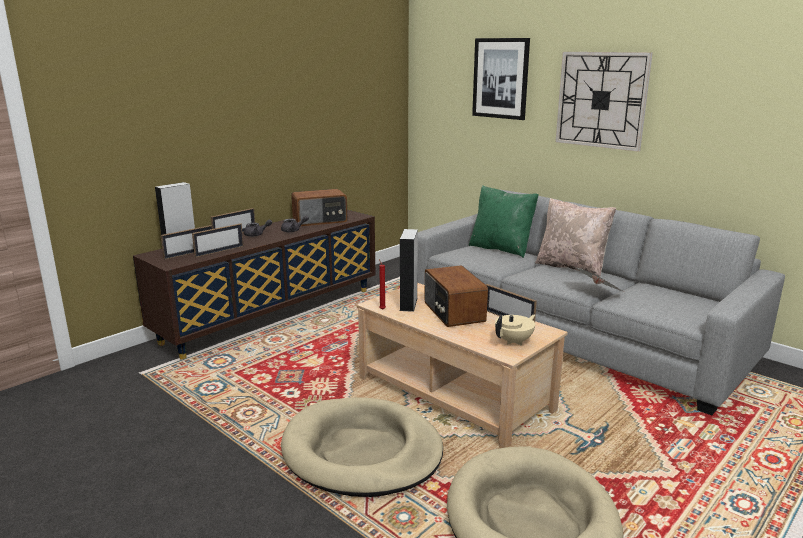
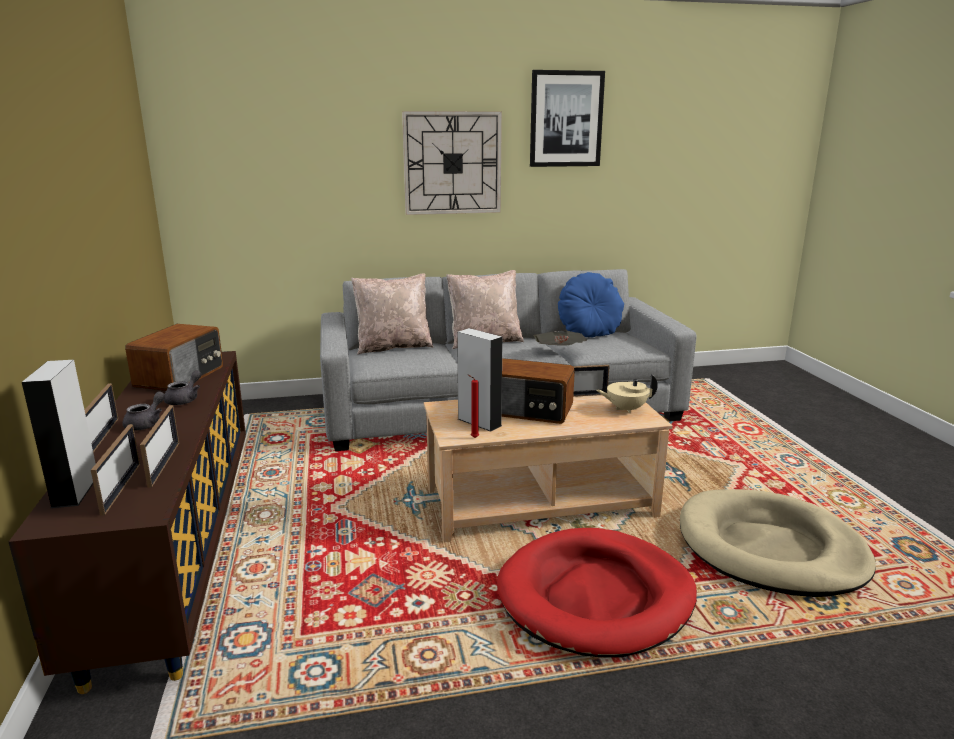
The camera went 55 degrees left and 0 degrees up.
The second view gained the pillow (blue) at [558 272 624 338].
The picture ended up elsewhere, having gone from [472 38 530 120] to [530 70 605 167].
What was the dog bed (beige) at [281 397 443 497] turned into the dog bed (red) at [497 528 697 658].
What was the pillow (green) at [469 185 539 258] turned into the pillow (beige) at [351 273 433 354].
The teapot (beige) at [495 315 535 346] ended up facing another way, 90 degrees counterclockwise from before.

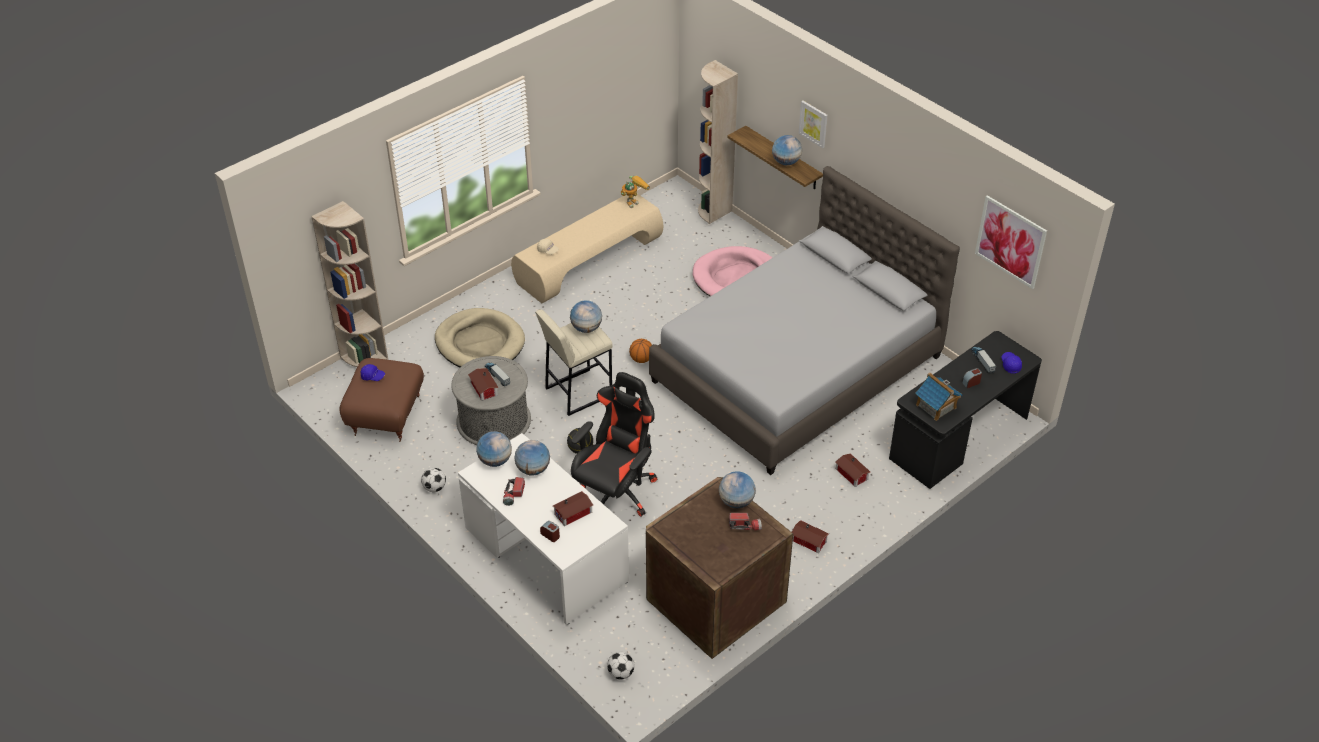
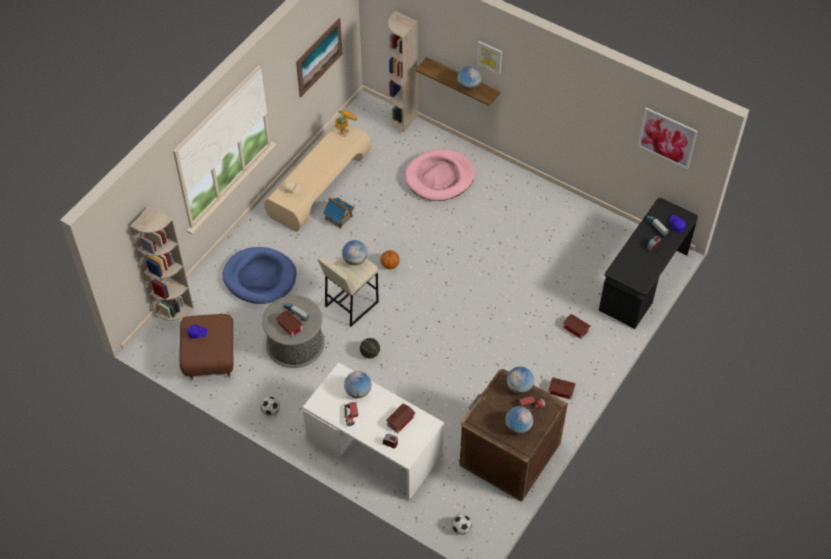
The camera went 15 degrees left and 10 degrees up.
The second view lost the office chair (black) at [571 372 657 517].
The second view lost the bed (grey) at [649 166 960 475].
The second view gained the picture at [296 18 343 97].
The globe ended up elsewhere, having gone from [476 431 512 467] to [505 406 533 434].
The toy house ended up elsewhere, having gone from [915 373 963 421] to [323 197 355 229].
What was the dog bed (beige) at [435 308 525 367] turned into the dog bed (blue) at [222 247 296 304].

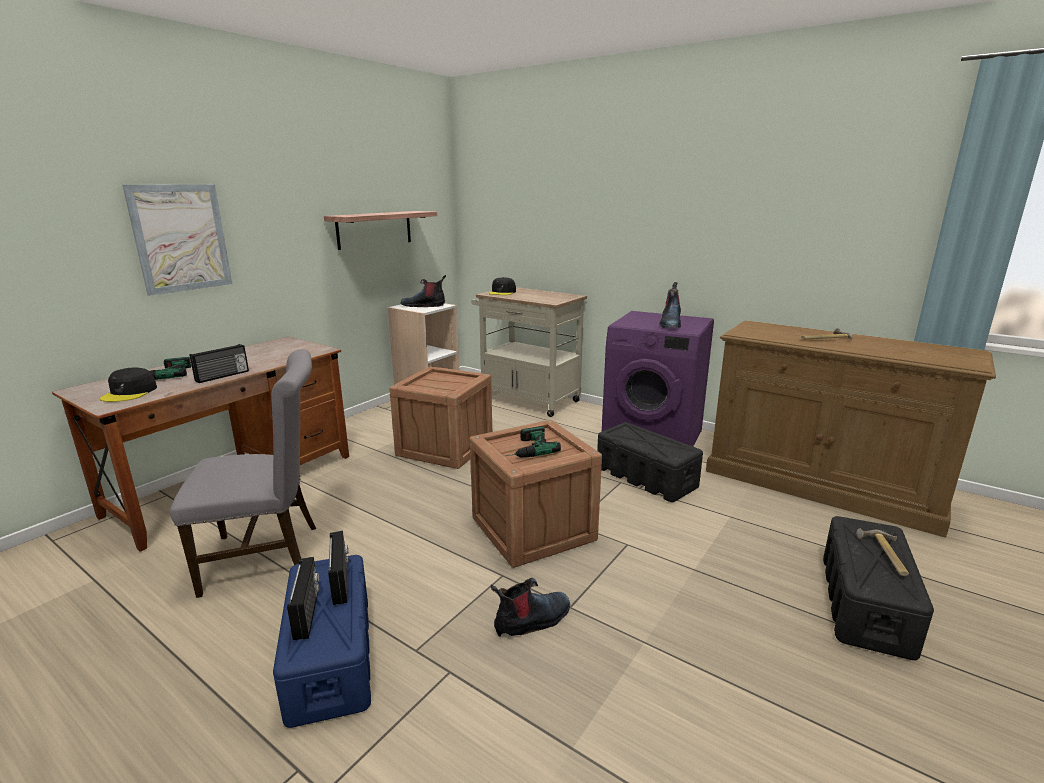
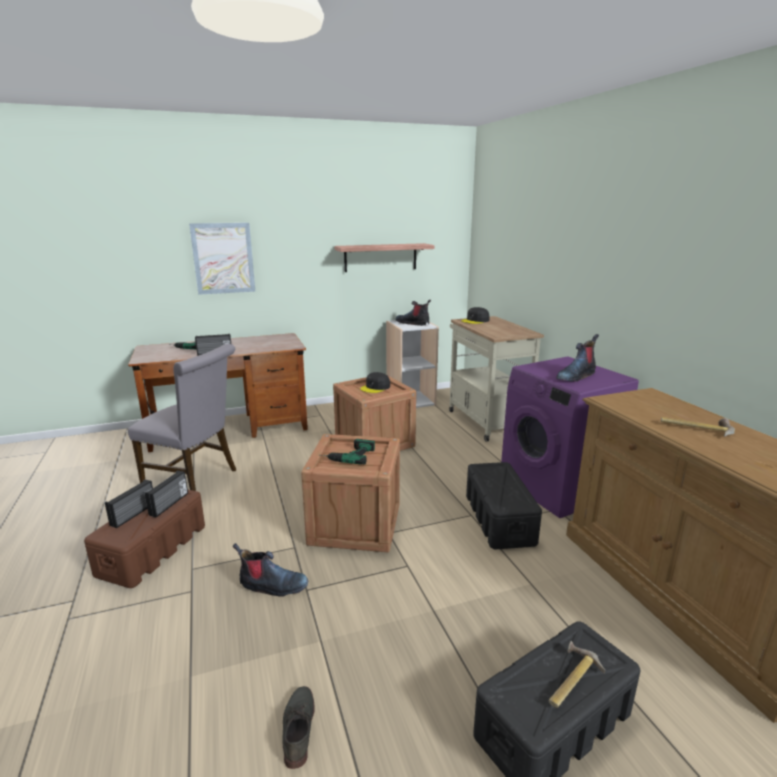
The camera went 35 degrees right and 0 degrees up.
The second view gained the shoe (grey) at [282 686 315 769].
The cap (black) ended up elsewhere, having gone from [100 368 157 402] to [360 372 390 393].
What was the storage box (blue) at [273 555 371 728] turned into the storage box (brown) at [84 490 205 588].

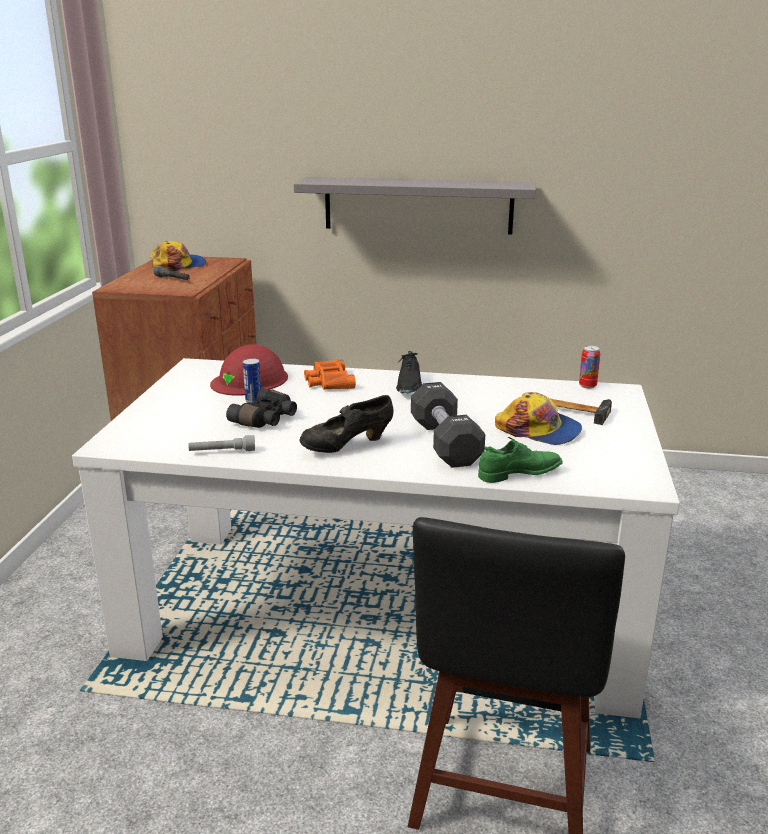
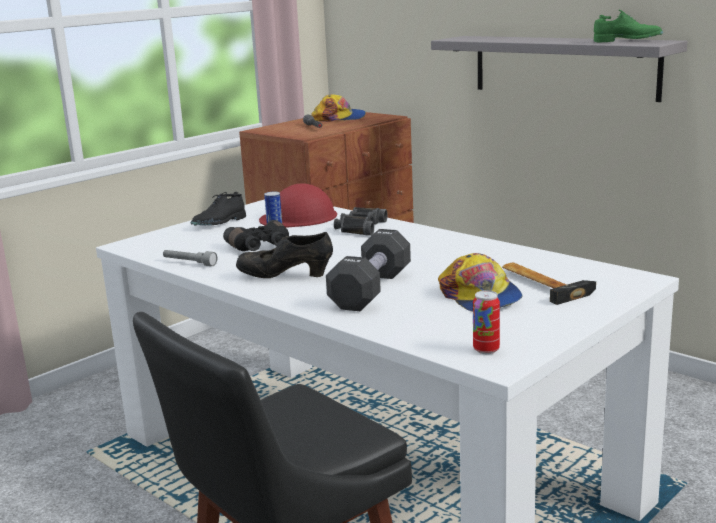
The camera went 35 degrees right and 5 degrees down.
The shoe (black) ended up elsewhere, having gone from [396 351 422 393] to [191 192 246 225].
The shoe (green) ended up elsewhere, having gone from [478 437 563 483] to [594 10 663 42].
The can ended up elsewhere, having gone from [579 345 600 389] to [473 290 500 354].
What was the binoculars (orange) at [304 359 356 390] turned into the binoculars (black) at [334 207 388 236].

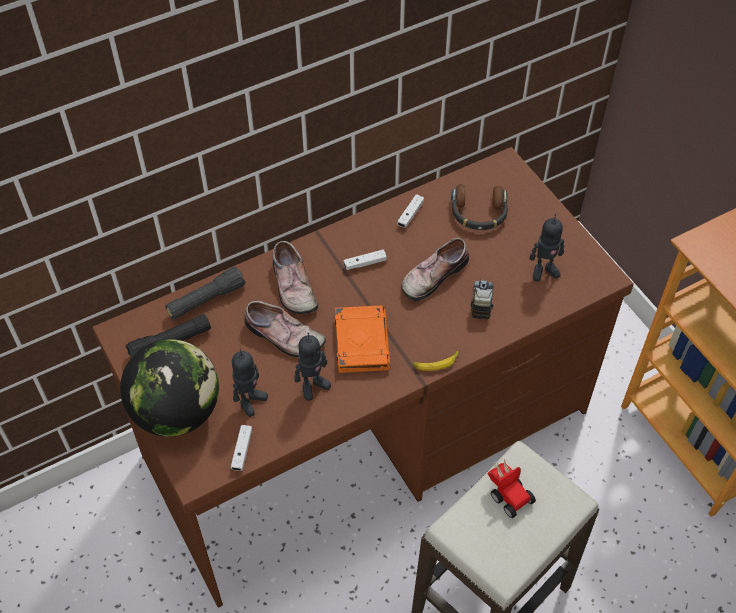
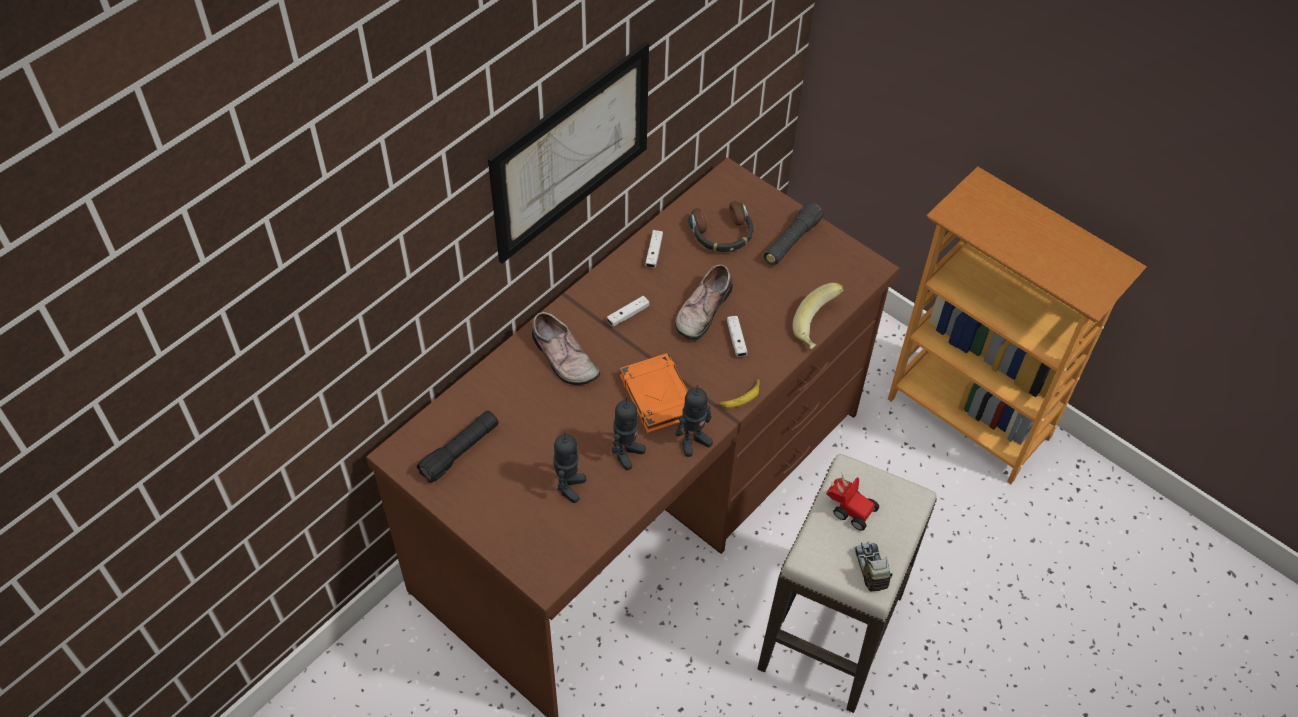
The camera went 20 degrees left and 0 degrees up.
The second view lost the globe at [120 339 219 437].
The second view lost the shoe at [244 301 326 357].
The second view gained the picture at [488 42 649 264].
The second view gained the banana at [792 283 844 349].
The flashlight (black) ended up elsewhere, having gone from [165 267 245 319] to [764 202 824 265].
The game controller (white) ended up elsewhere, having gone from [231 425 252 471] to [727 316 747 357].
The toy truck ended up elsewhere, having gone from [471 279 493 319] to [855 542 893 591].
The toy robot ended up elsewhere, having gone from [529 214 564 282] to [676 385 713 457].

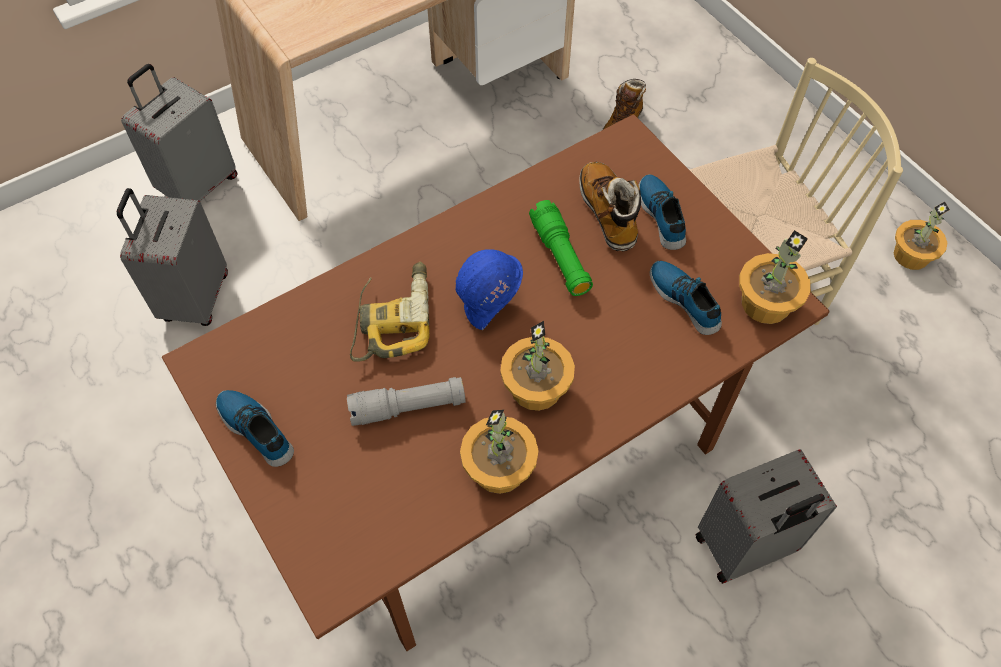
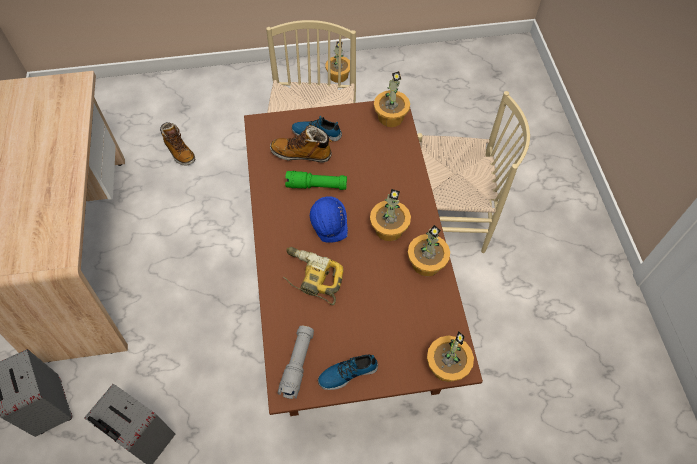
The camera went 65 degrees left and 0 degrees up.
The second view lost the shoe at [650 261 722 335].
The second view gained the potted plant at [427 331 474 382].
The flashlight (grey) ended up elsewhere, having gone from [347 377 466 426] to [277 326 314 399].
Where the suitcase (grey) stood at [696 449 837 584], the chair (beige) came to stand at [417 91 530 253].

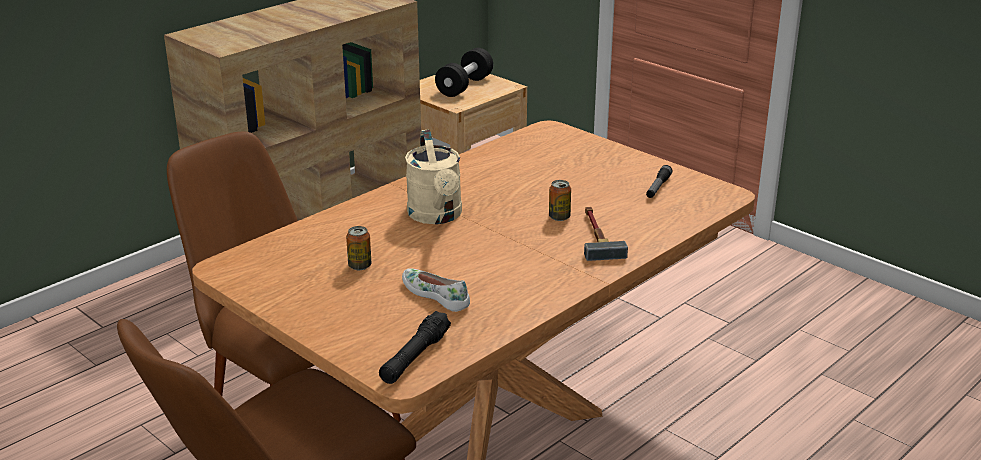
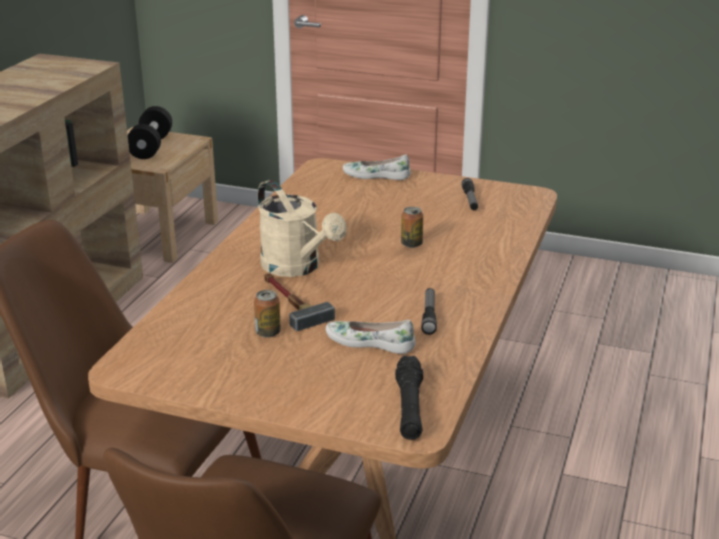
The camera went 25 degrees left and 0 degrees up.
The second view gained the shoe (white) at [343 154 411 180].
The second view gained the flashlight at [421 288 437 335].
The hammer ended up elsewhere, having gone from [584 207 628 261] to [264 273 335 331].

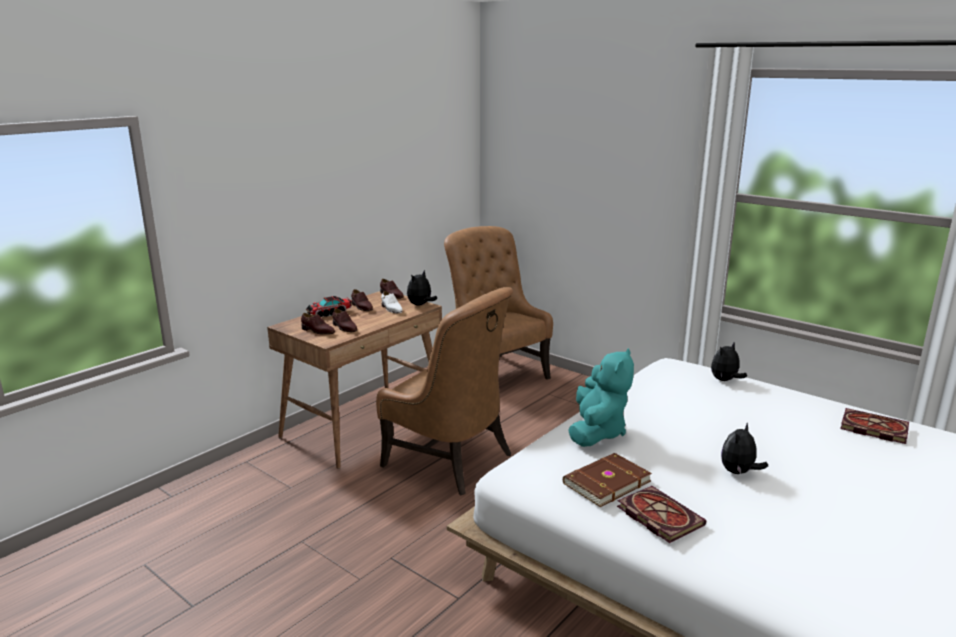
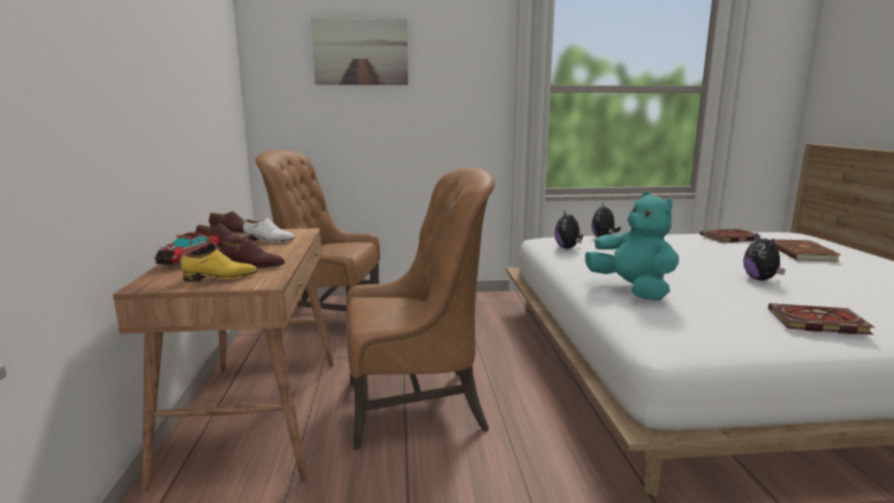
The camera went 45 degrees left and 5 degrees down.
The second view gained the picture at [311 18 408 85].
The plush toy ended up elsewhere, having gone from [407 270 437 306] to [554 211 583 249].
The book (brown) ended up elsewhere, having gone from [563 453 652 507] to [774 239 841 262].
What was the shoe (brown) at [301 313 335 335] turned into the shoe (yellow) at [181 249 257 282].

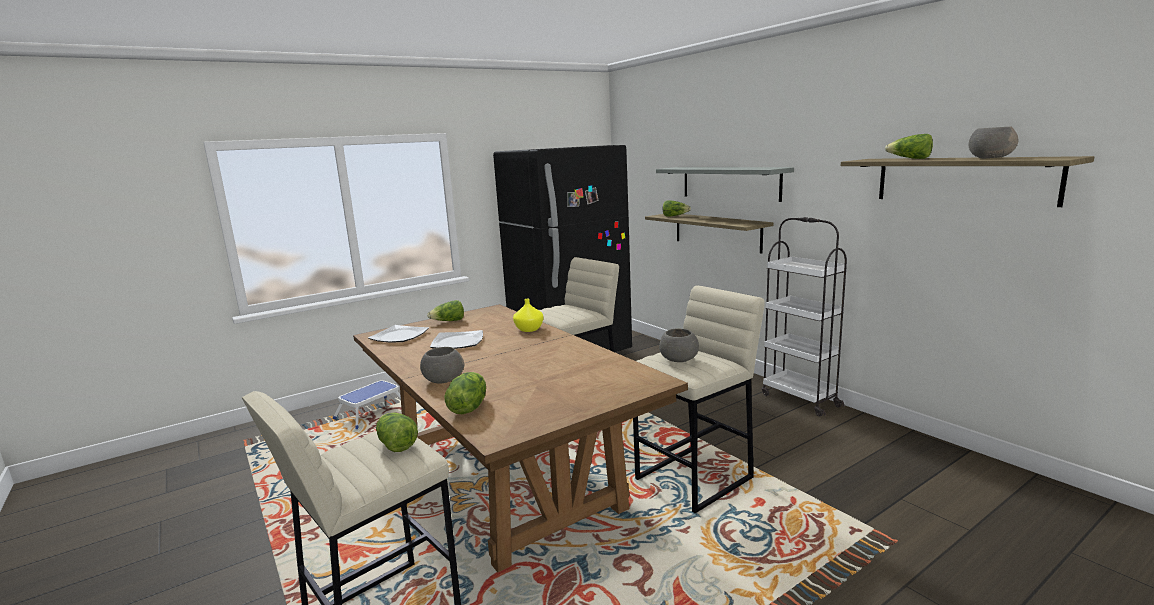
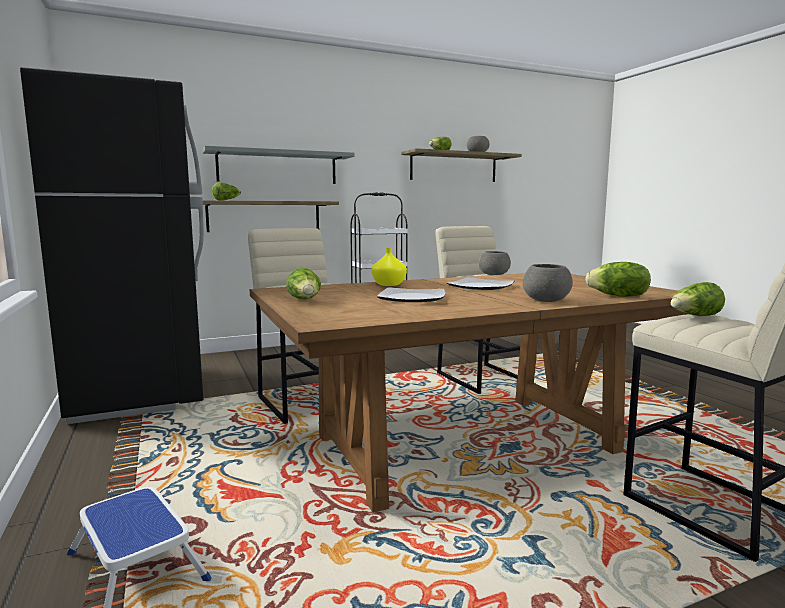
The camera went 80 degrees left and 5 degrees down.
The plate ended up elsewhere, having gone from [368 325 429 343] to [447 277 515 290].

